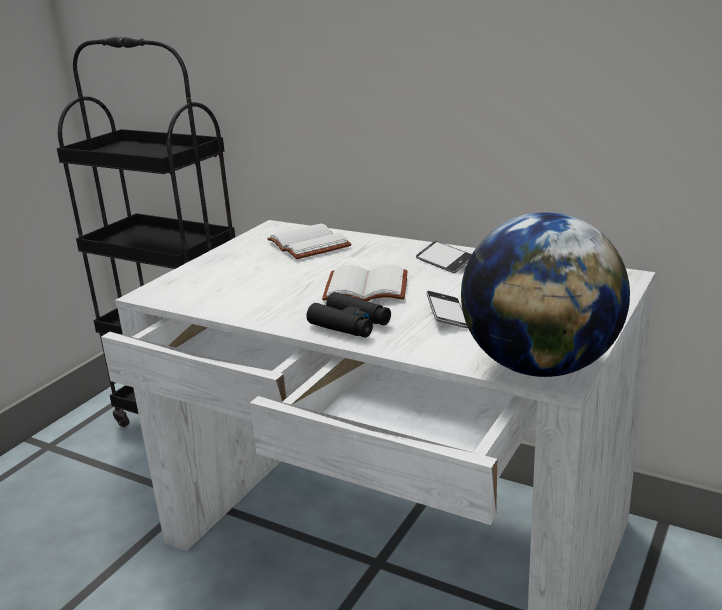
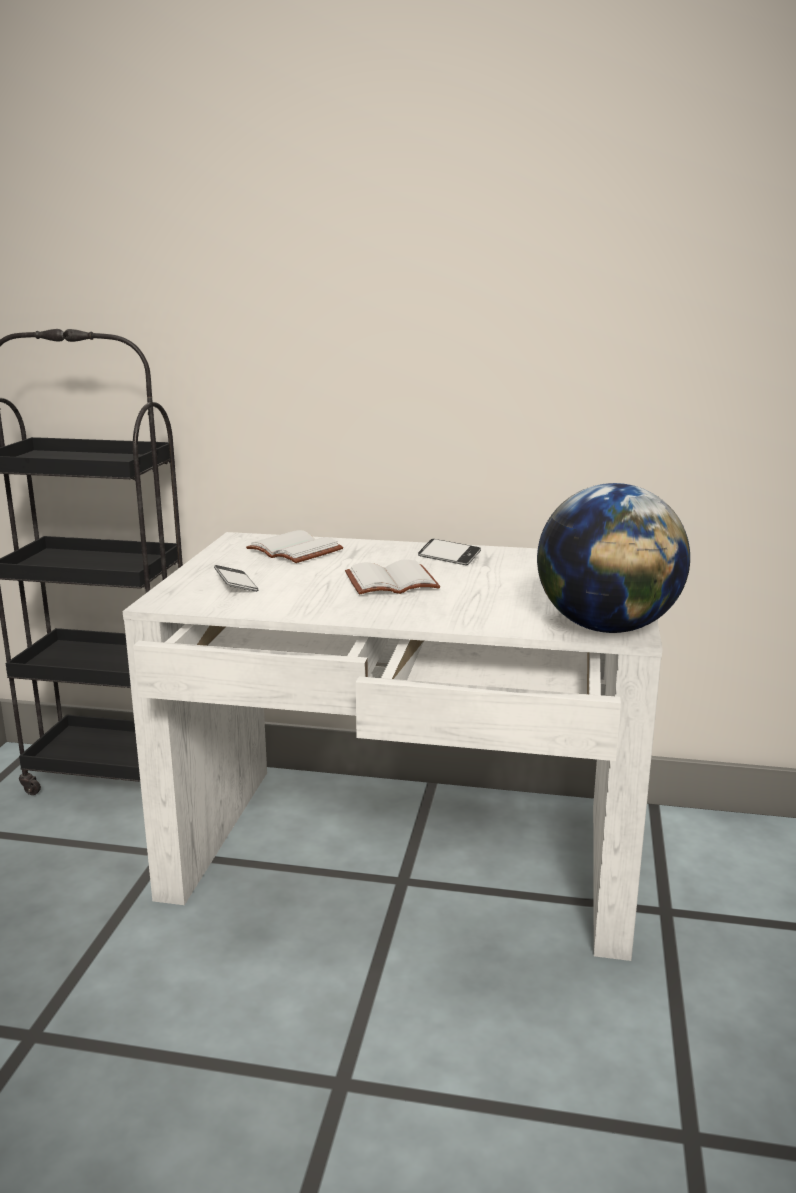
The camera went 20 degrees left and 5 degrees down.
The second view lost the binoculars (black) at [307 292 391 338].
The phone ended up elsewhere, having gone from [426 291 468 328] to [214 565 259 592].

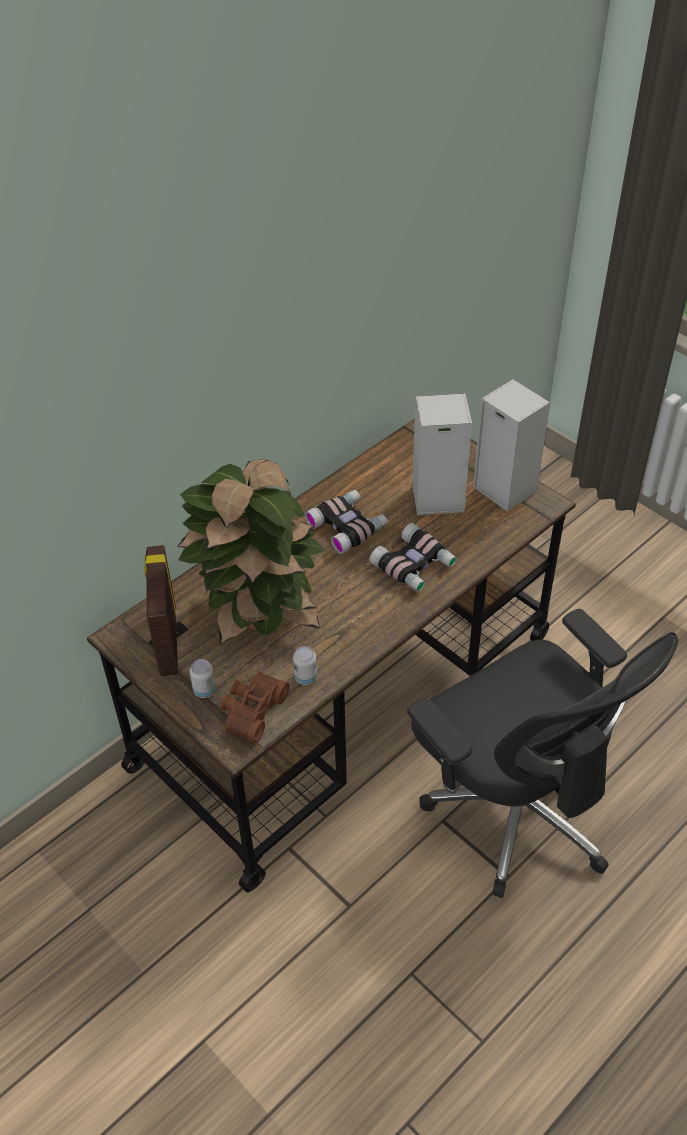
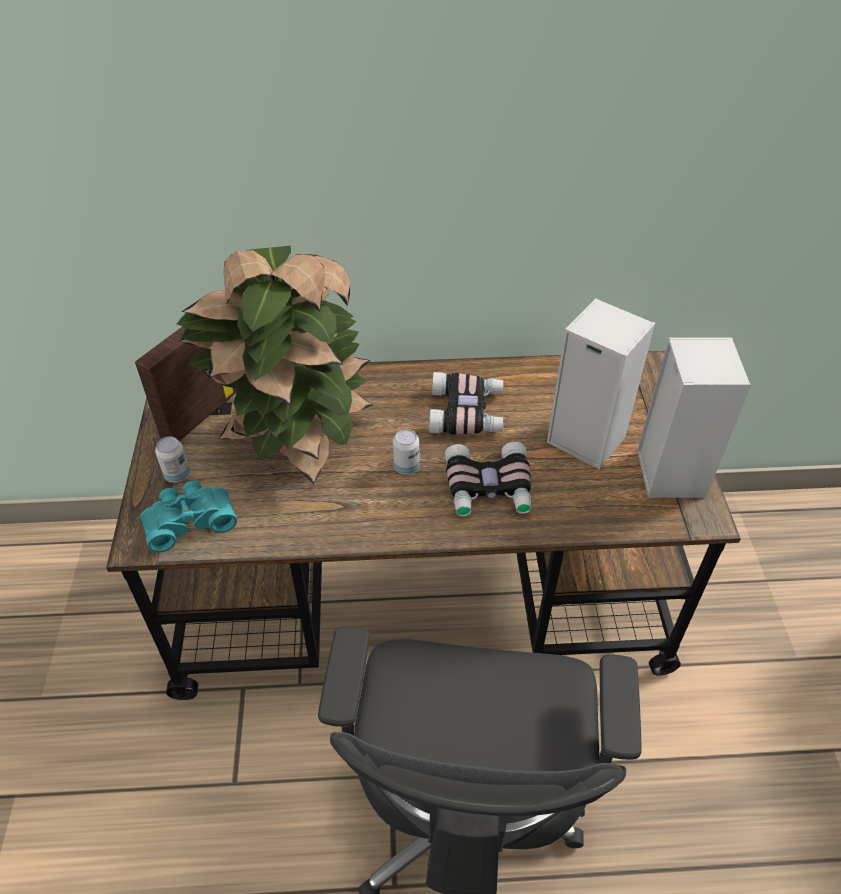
The camera went 40 degrees right and 0 degrees up.
The can ended up elsewhere, having gone from [293 646 317 685] to [393 429 419 475].
What was the binoculars (brown) at [221 672 289 743] turned into the binoculars (turquoise) at [140 481 237 553].

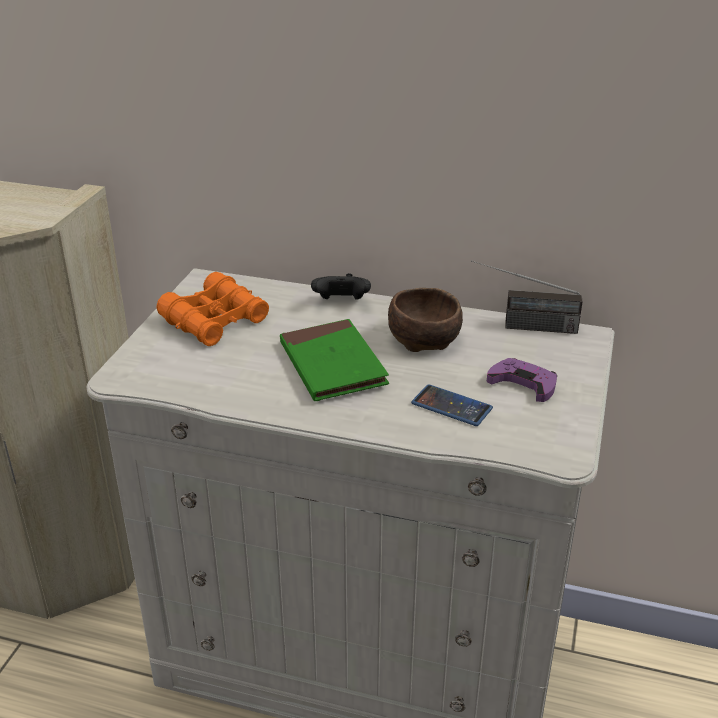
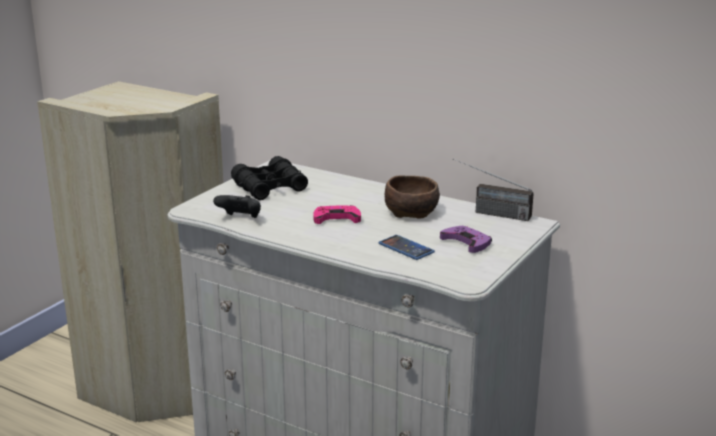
The camera went 15 degrees right and 10 degrees down.
The game controller (black) ended up elsewhere, having gone from [311 273 371 300] to [213 195 261 218].
Where the book (green) stood at [280 319 389 401], the game controller (pink) came to stand at [313 205 361 224].
What was the binoculars (orange) at [156 272 269 346] turned into the binoculars (black) at [231 156 308 200].

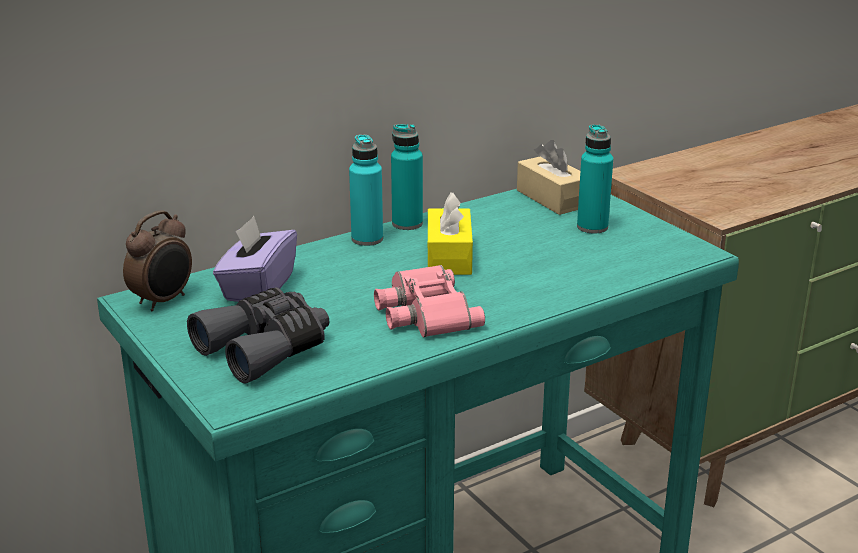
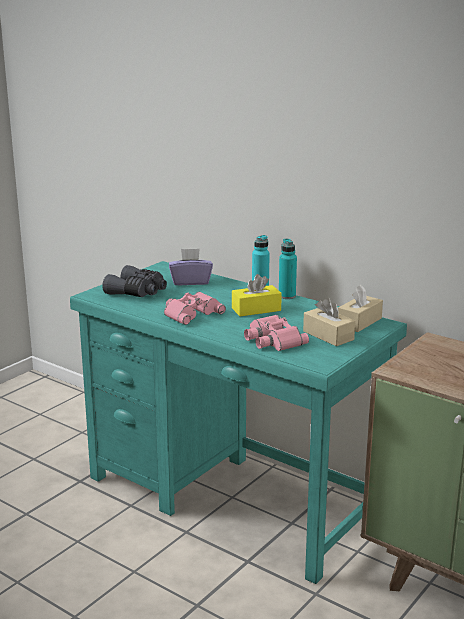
The camera went 70 degrees right and 5 degrees down.
The second view lost the alarm clock at [123 210 192 311].
The second view gained the binoculars (pink) at [244 315 309 351].
Where the bottle (turquoise) stood at [577 124 613 234], the tissue box (beige) came to stand at [303 298 355 346].

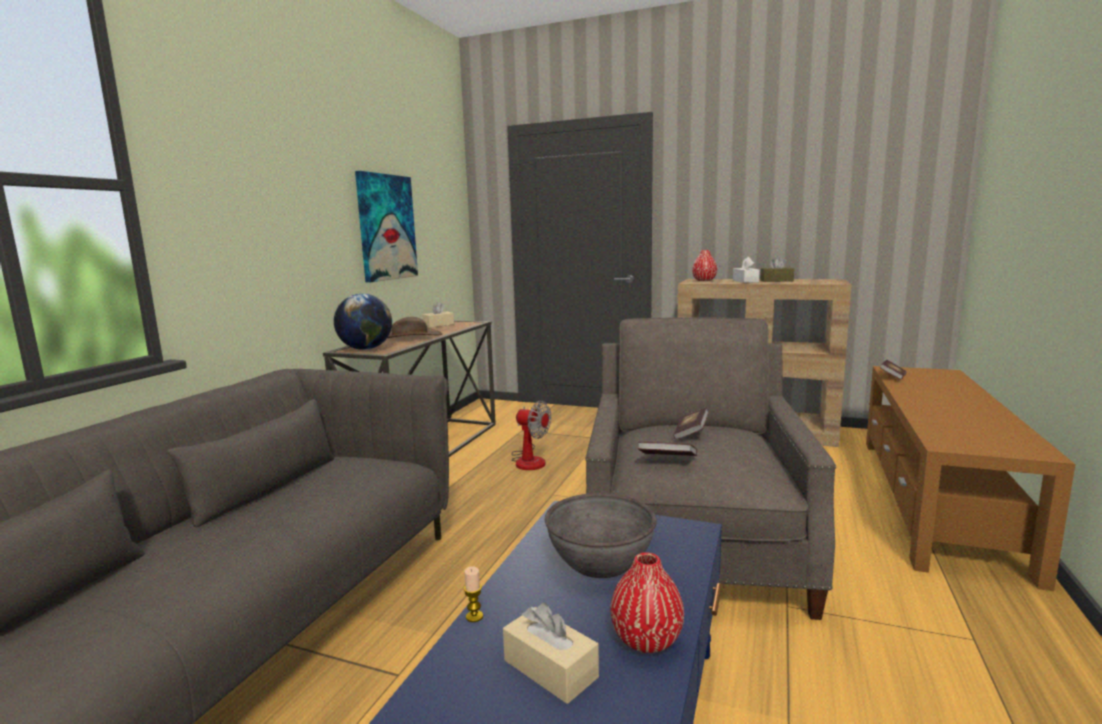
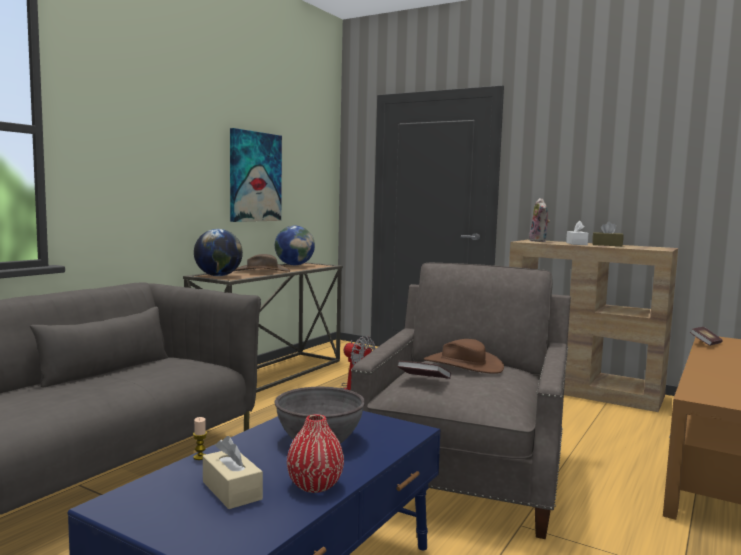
The camera went 10 degrees right and 5 degrees down.
Where the tissue box (beige) stood at [423 302 454 328], the globe came to stand at [275 225 315 265].
Where the book stood at [673 407 709 440], the hat (brown) came to stand at [424 339 504 374].
Where the vase (red) stood at [692 250 717 281], the plush toy came to stand at [529 198 550 242].

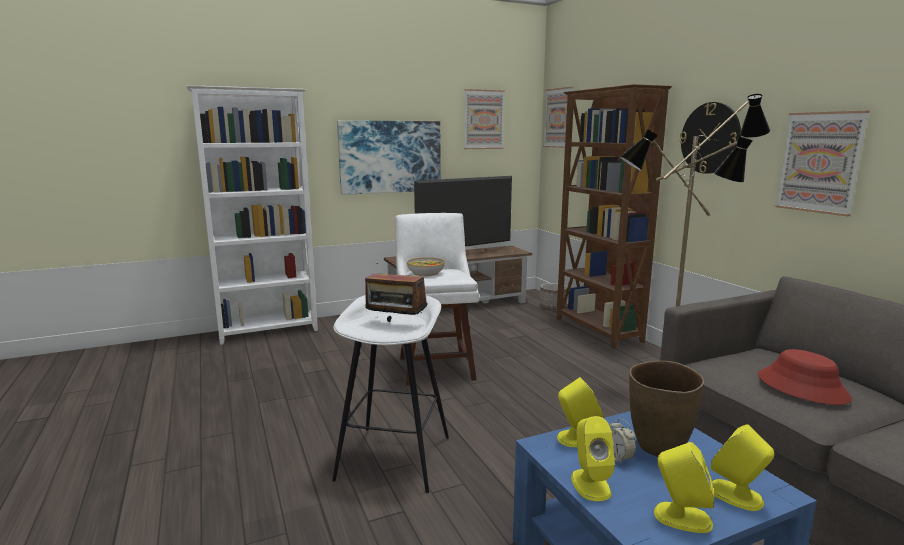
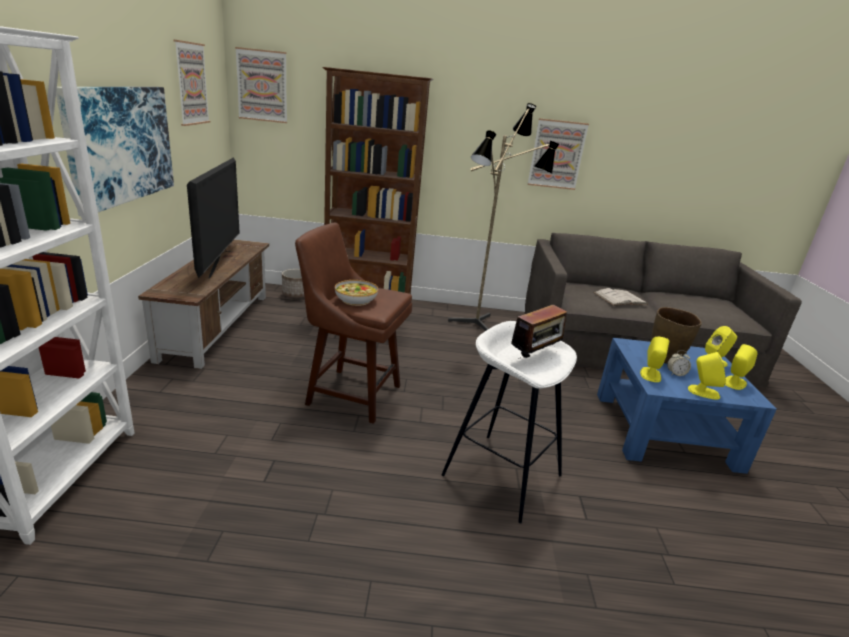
The camera went 65 degrees left and 10 degrees up.
The second view lost the wall clock at [680 102 741 174].
Where the hat (red) stood at [758 349 852 405], the book (white) came to stand at [594 288 647 306].
What was the stool (white) at [395 213 479 386] turned into the stool (brown) at [295 223 412 424].

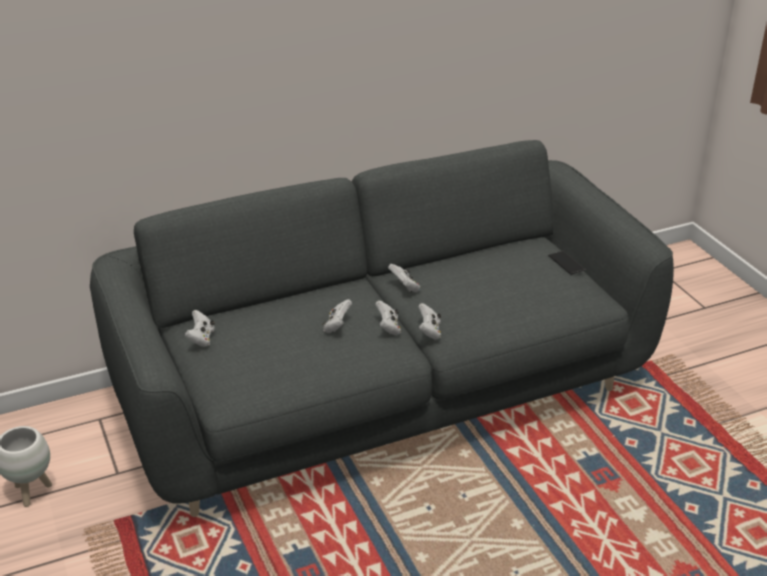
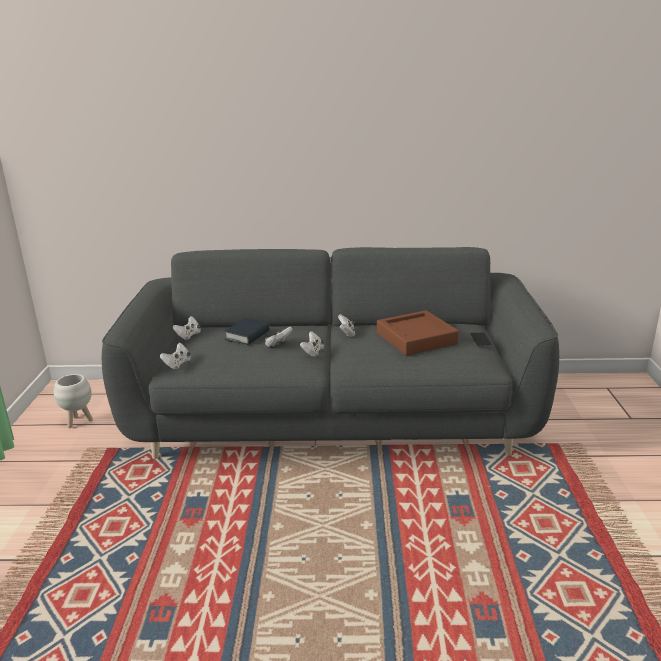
The camera went 25 degrees right and 10 degrees down.
The second view gained the book at [225 318 269 345].
The second view gained the tray (brown) at [377 310 459 356].
The game controller (white) ended up elsewhere, having gone from [418 303 441 339] to [160 343 191 369].

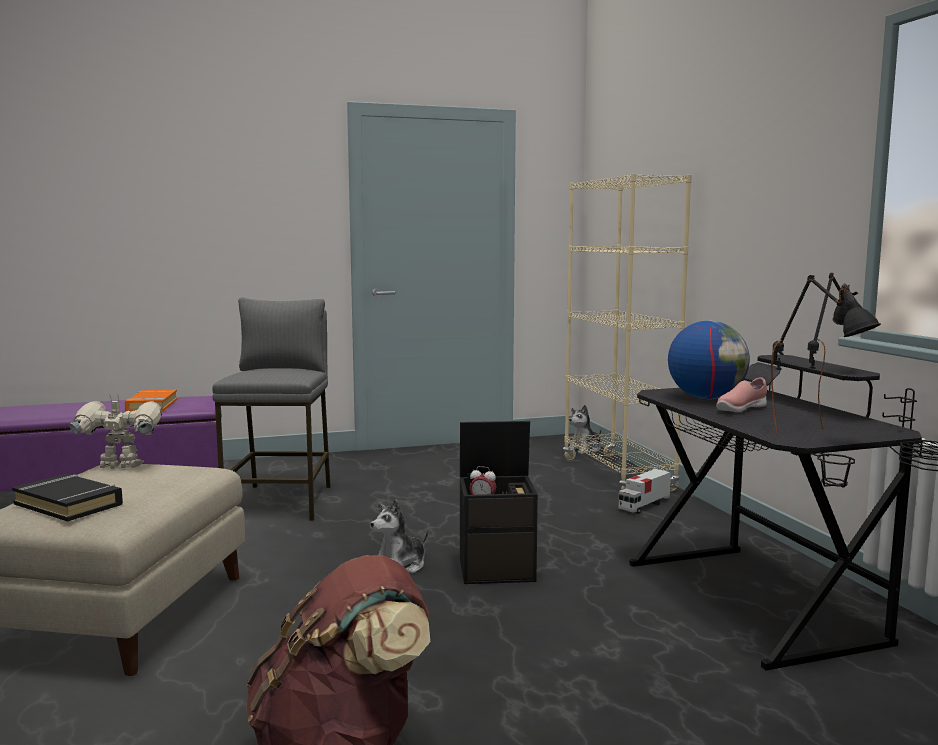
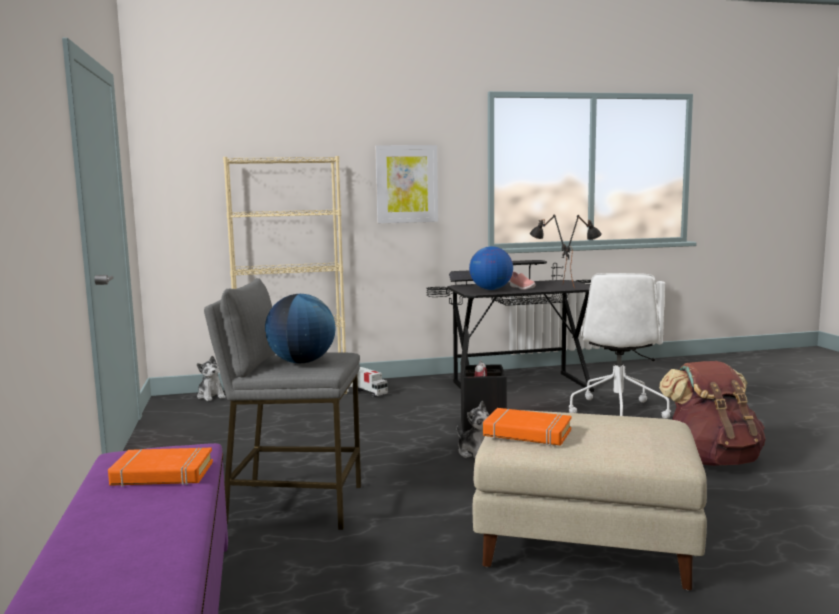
The camera went 85 degrees left and 0 degrees up.
The second view lost the book (black) at [12 474 123 521].
The second view gained the globe at [265 294 336 363].
The second view gained the picture at [375 145 438 223].
The second view gained the office chair (white) at [569 273 671 419].
Where the toy robot stood at [69 394 162 469], the book (orange) came to stand at [483 408 572 446].

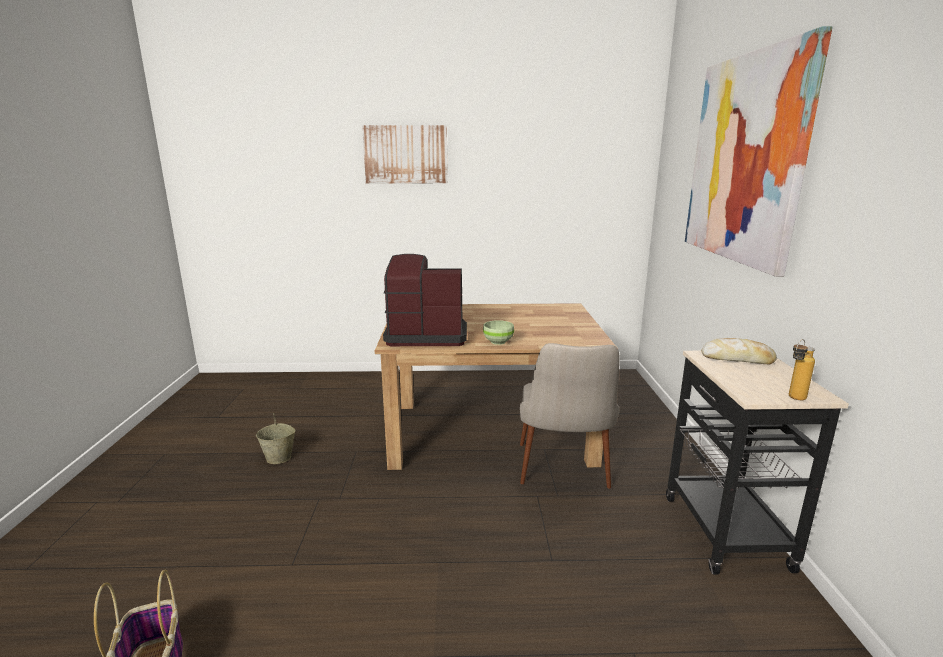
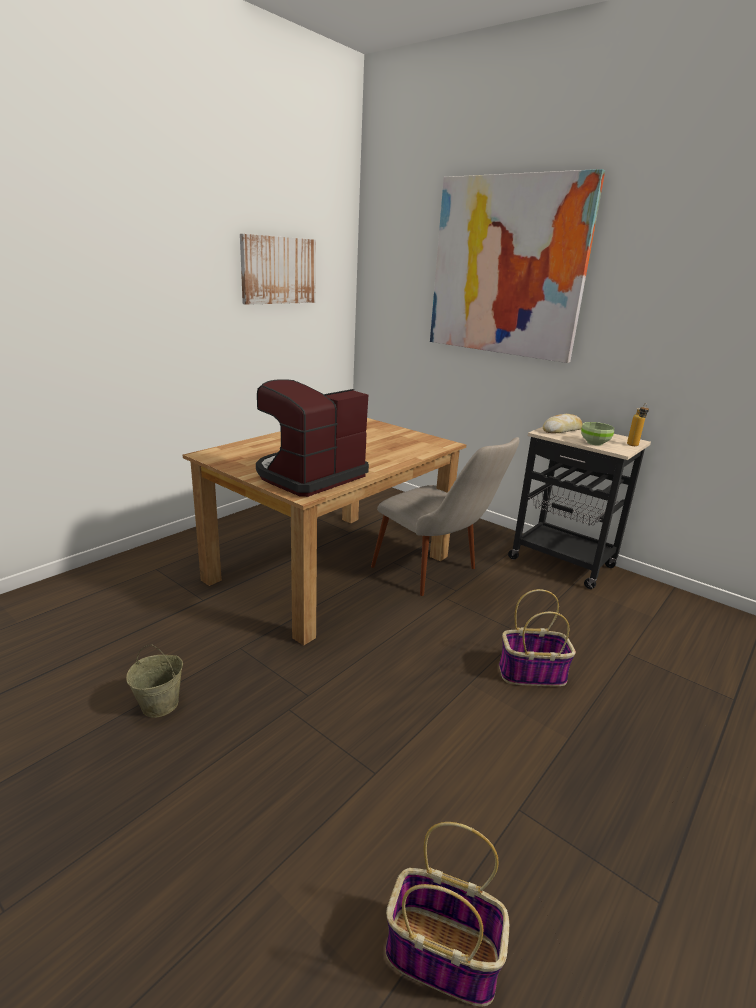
The camera went 50 degrees left and 5 degrees up.
The second view gained the basket at [499 589 576 686].
The picture ended up elsewhere, having gone from [362 125 448 183] to [240 234 316 305].
The bowl (green) ended up elsewhere, having gone from [483 320 514 345] to [581 422 614 446].

